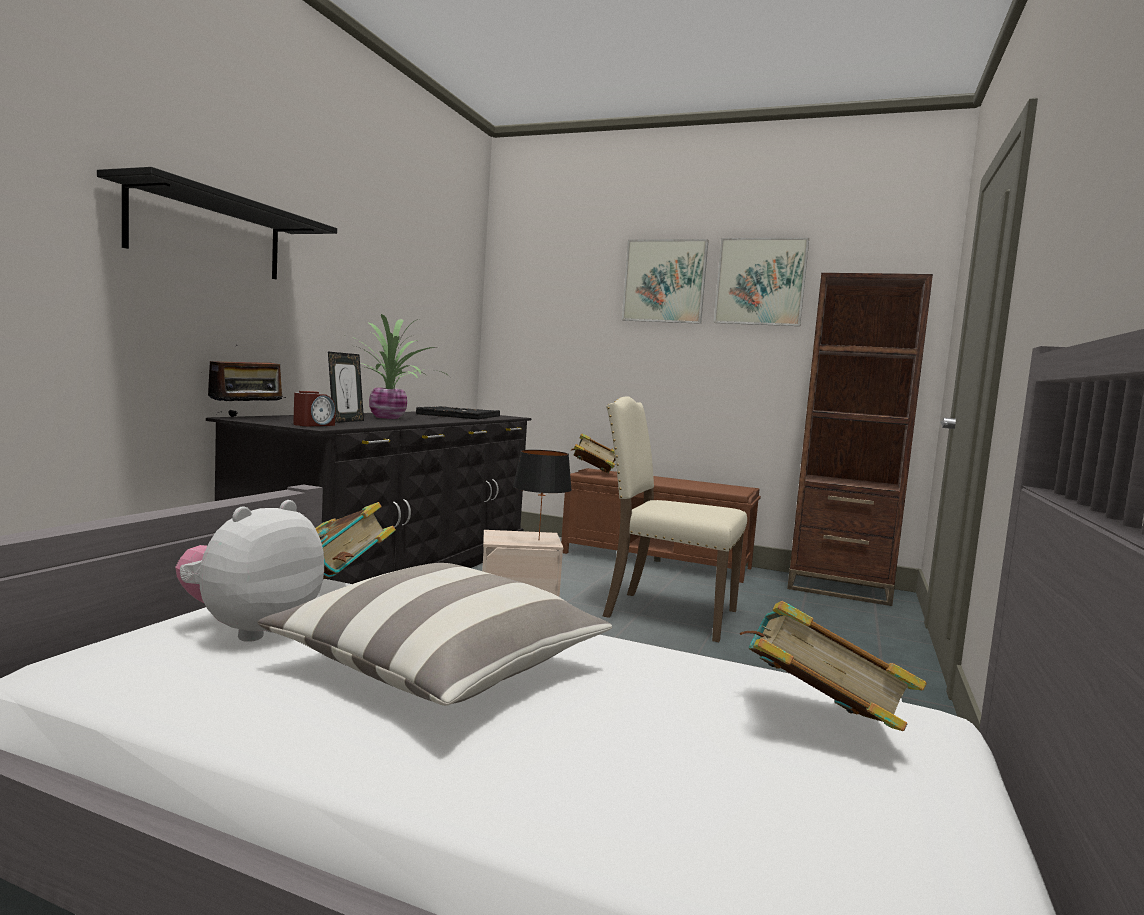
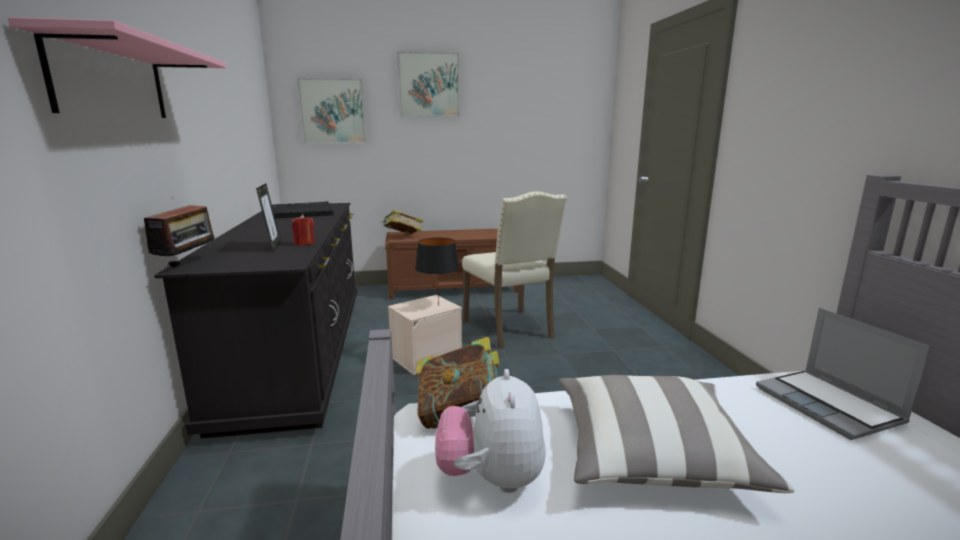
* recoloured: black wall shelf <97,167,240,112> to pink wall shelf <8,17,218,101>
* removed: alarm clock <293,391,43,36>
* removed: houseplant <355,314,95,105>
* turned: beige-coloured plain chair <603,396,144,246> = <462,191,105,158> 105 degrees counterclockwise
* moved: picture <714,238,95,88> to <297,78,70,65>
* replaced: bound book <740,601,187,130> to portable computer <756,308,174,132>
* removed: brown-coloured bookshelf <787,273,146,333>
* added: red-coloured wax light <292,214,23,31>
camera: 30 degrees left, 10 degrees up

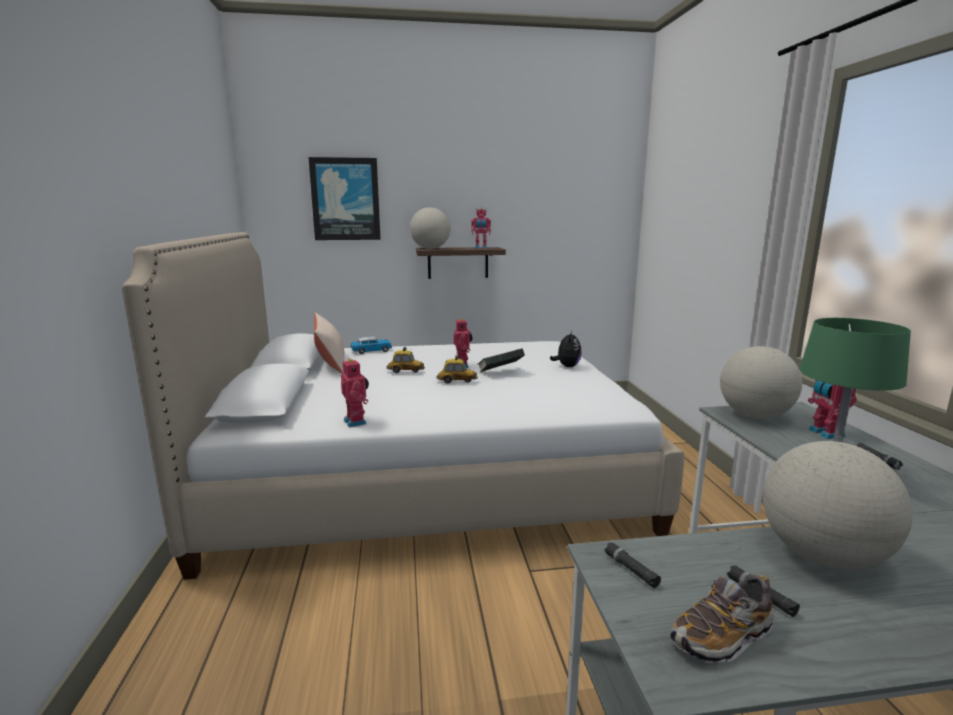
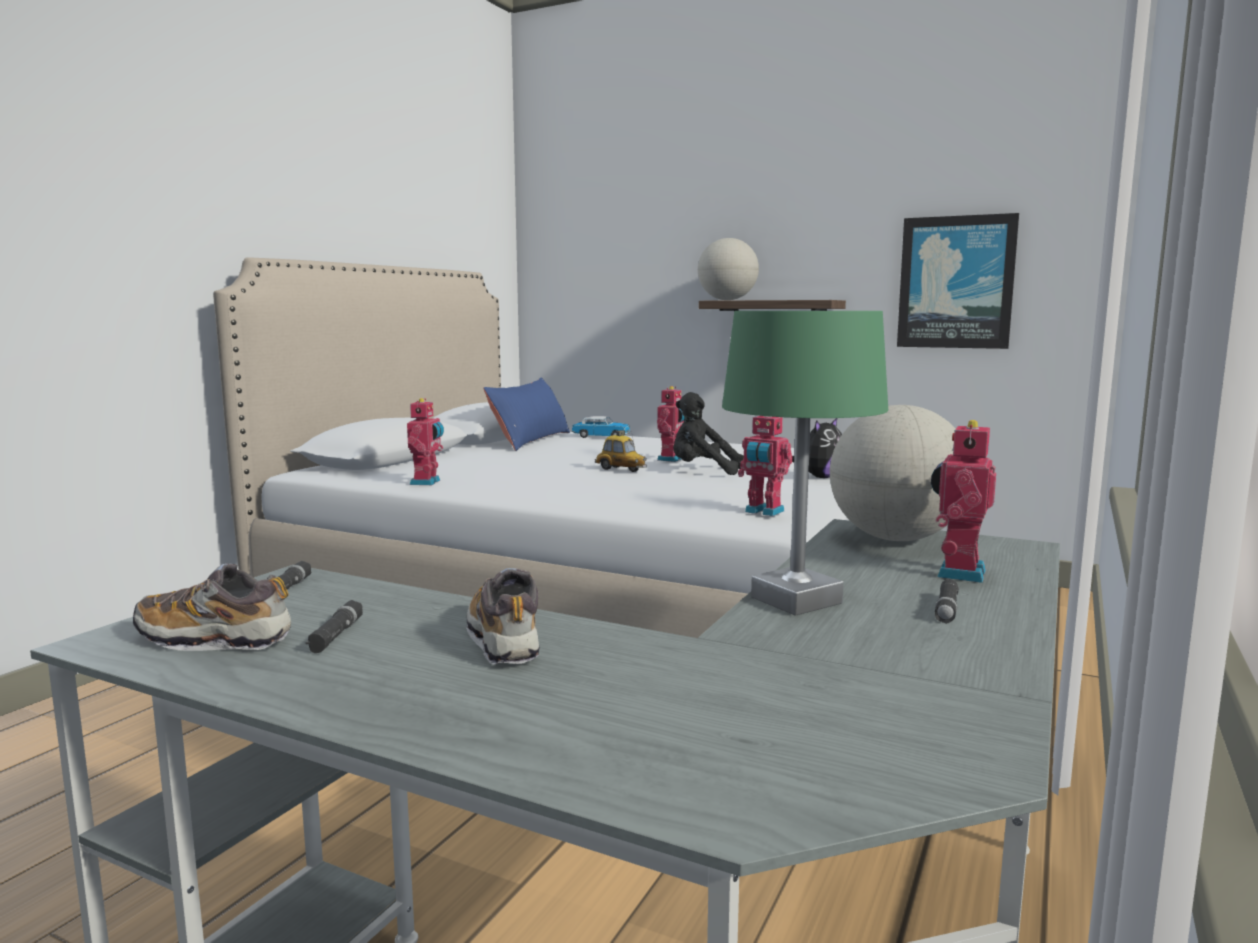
* moved: picture <308,157,73,83> to <897,213,122,136>
* recoloured: beige-coloured pillow <314,313,31,61> to blue pillow <483,377,87,74>
* removed: toy car <387,347,38,26>
* moved: robot figure <471,208,20,40> to <738,416,55,100>
* replaced: bound book <478,348,46,24> to black plush toy <673,392,71,83>
* replaced: desk globe <763,441,150,129> to shoe <466,568,74,97>
camera: 35 degrees right, 5 degrees down

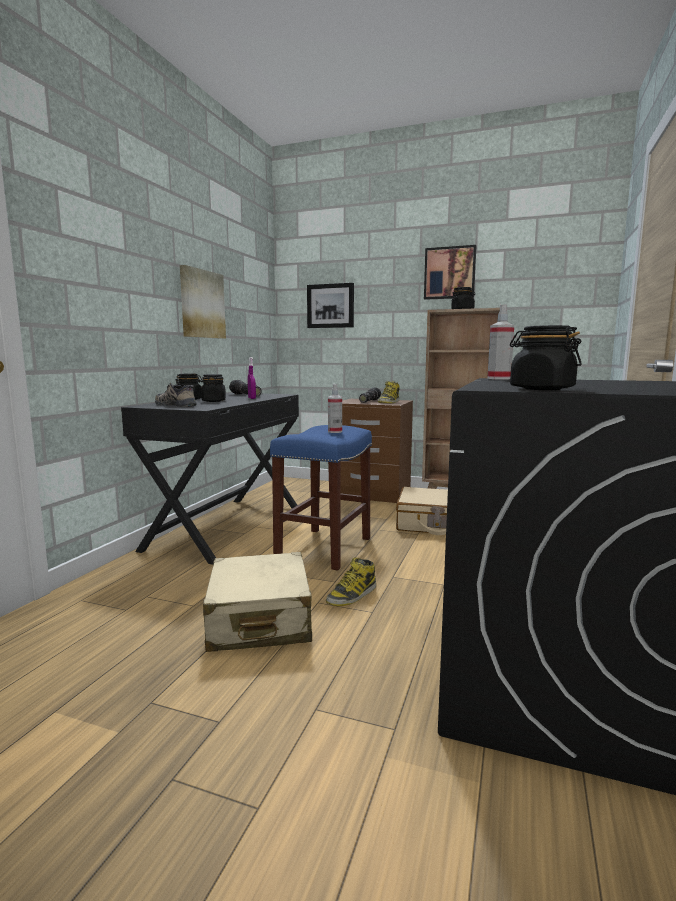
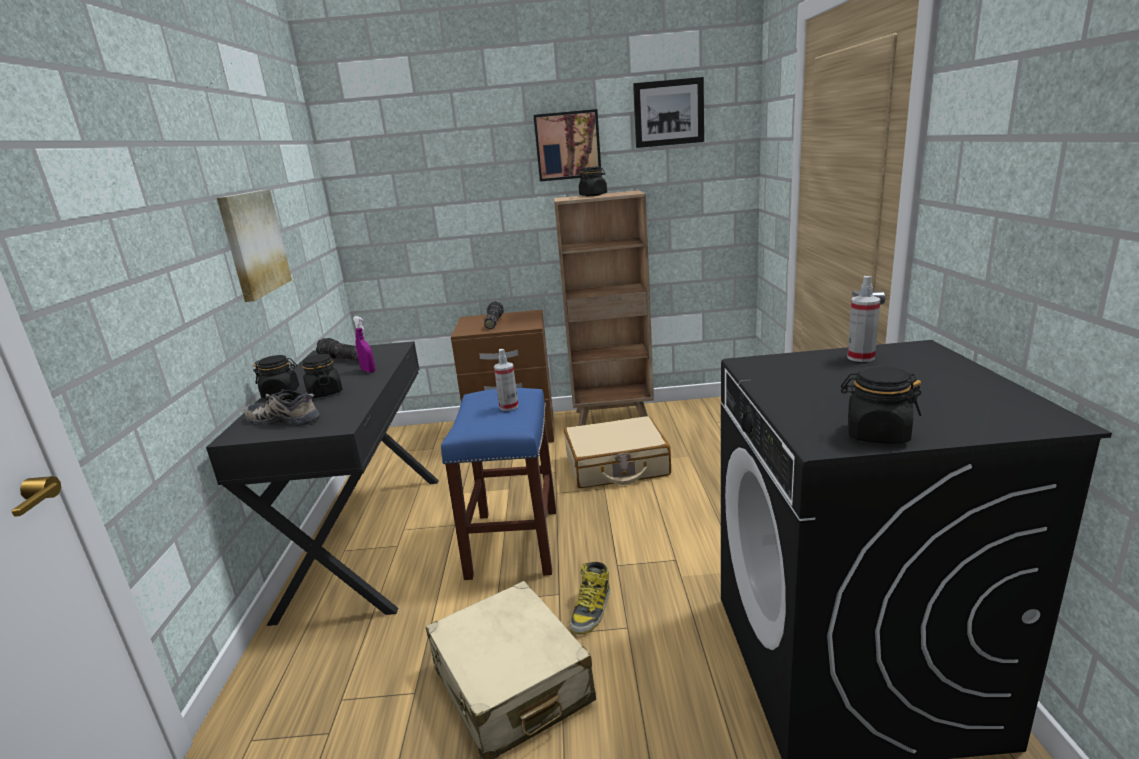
* moved: picture <307,283,47,45> to <633,77,71,71>
* removed: tall boot <378,381,22,22>
* moved: sprayer <487,304,27,76> to <847,276,33,86>
camera: 20 degrees left, 10 degrees up

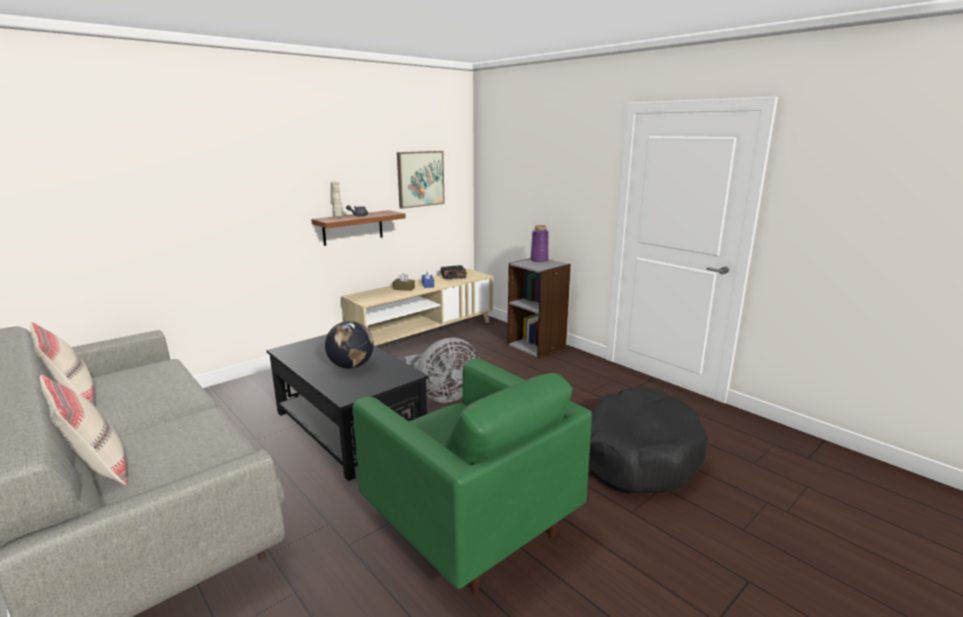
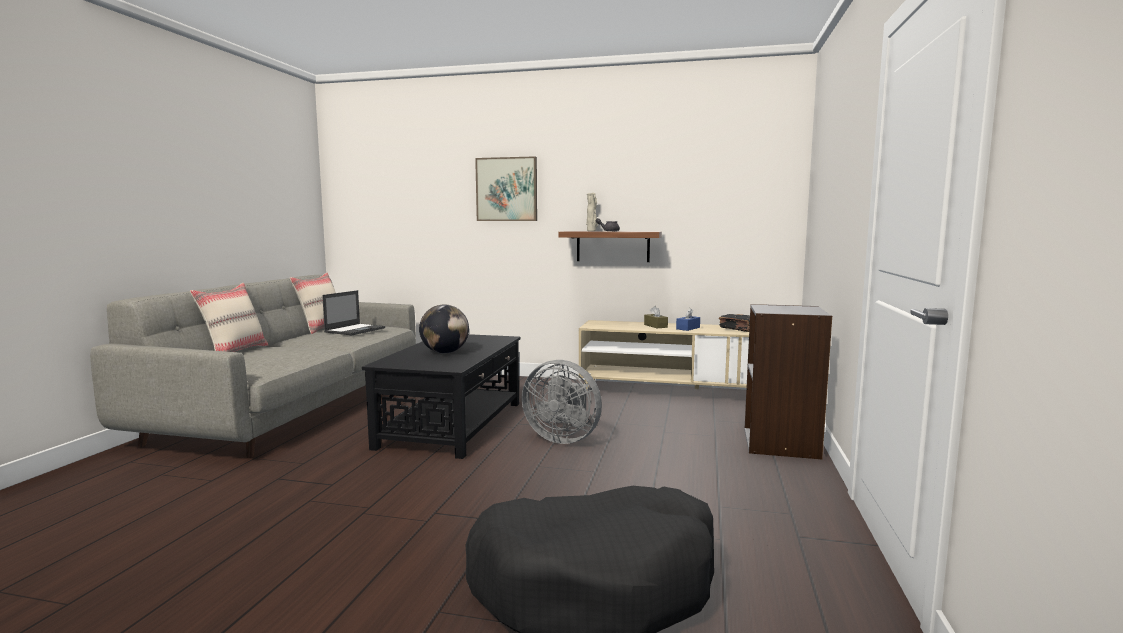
* removed: greenish armchair <352,358,240,236>
* moved: picture <397,151,48,58> to <475,156,62,65>
* removed: purplish decorative vase <530,225,19,37>
* added: portable computer <322,290,63,45>
camera: 55 degrees right, 10 degrees down

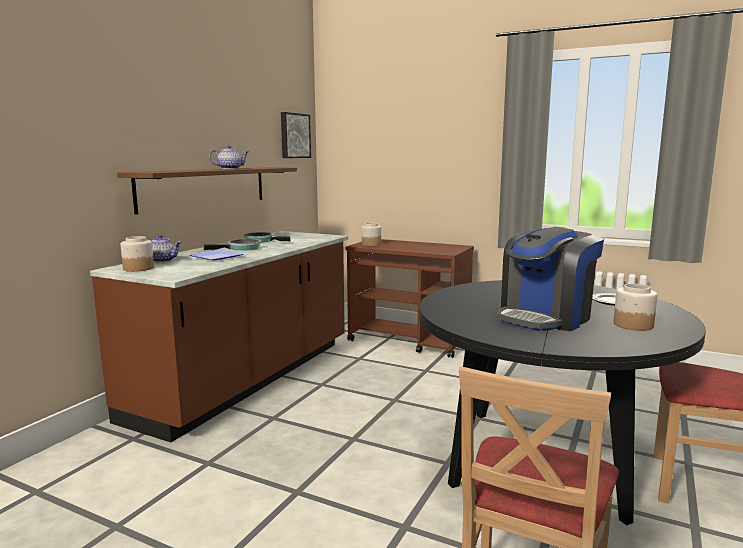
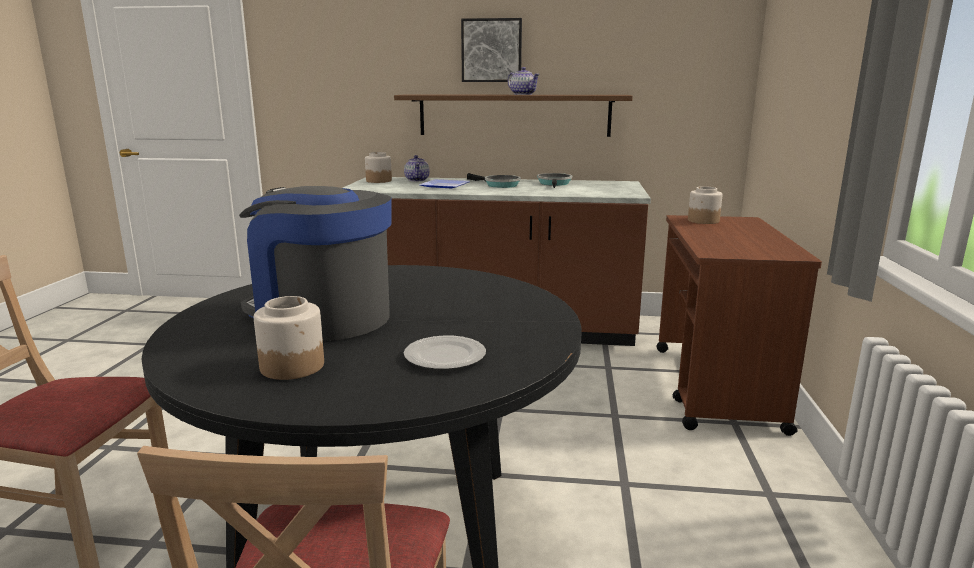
* moved: picture <281,112,30,46> to <461,18,61,64>
camera: 70 degrees right, 5 degrees up

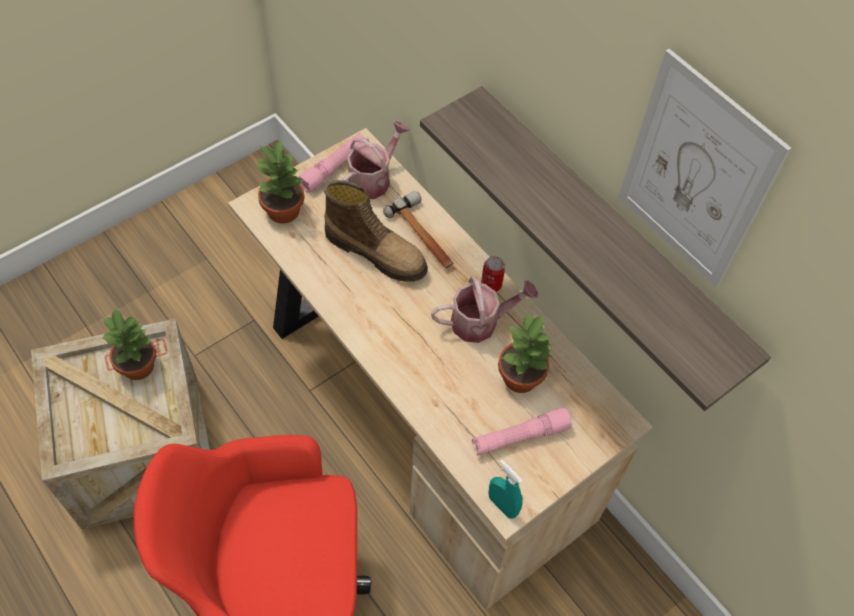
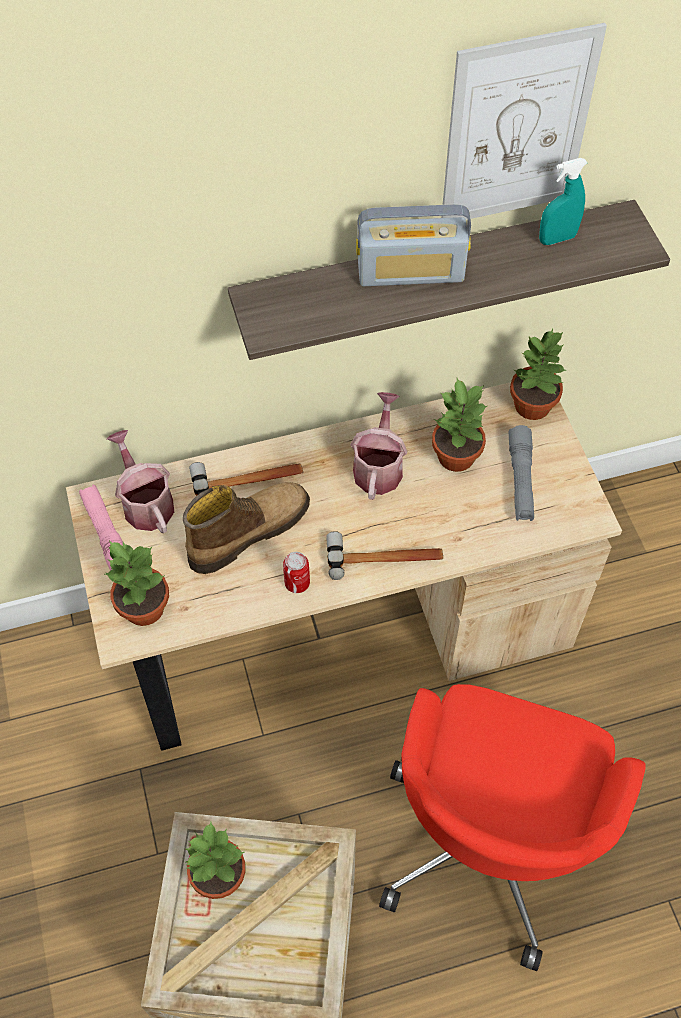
* recoloured: pink flashlight <472,407,100,49> to greyish flashlight <509,425,25,96>
* moved: can <481,256,24,36> to <283,552,27,41>
* moved: blue-green sprayer <489,460,34,59> to <539,158,48,87>
* added: tool hammer <326,531,117,49>
* added: radio <356,204,115,82>
* added: houseplant <510,329,56,91>
camera: 65 degrees left, 0 degrees up

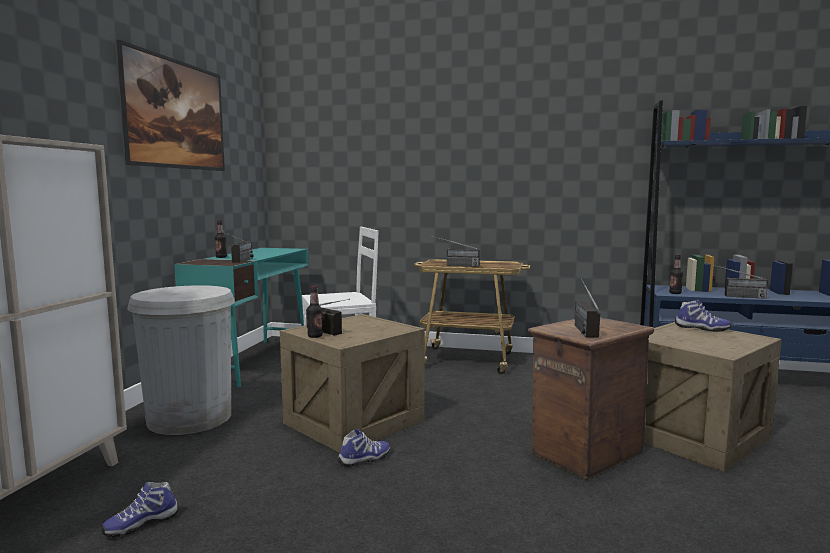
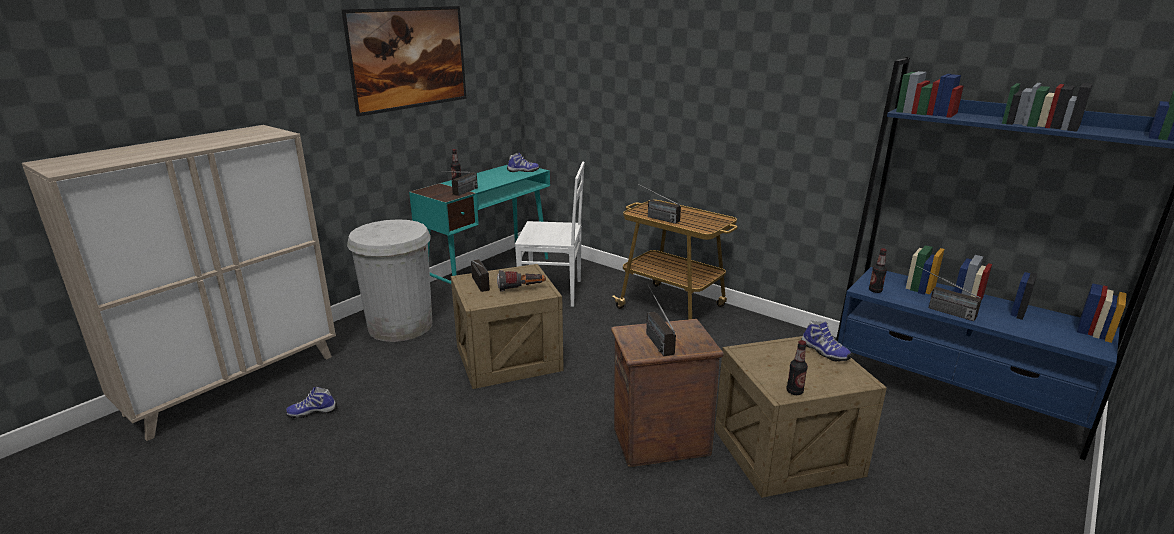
* moved: bottle <307,285,16,53> to <787,340,21,55>
* moved: shoe <338,429,52,38> to <507,153,32,19>
* turned: radio <575,278,25,60> = <646,285,30,71> 45 degrees counterclockwise
* added: flashlight <497,270,49,22>
camera: 25 degrees right, 15 degrees up

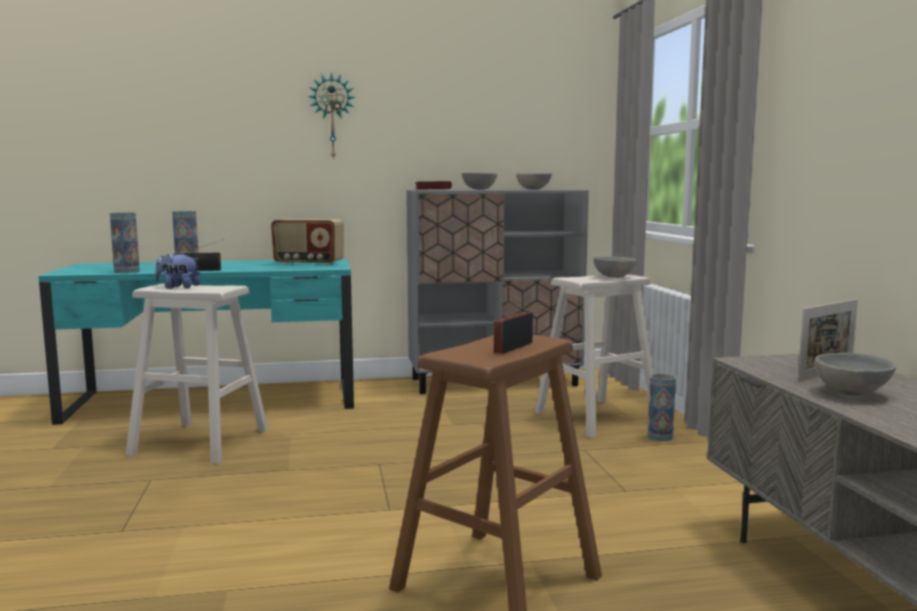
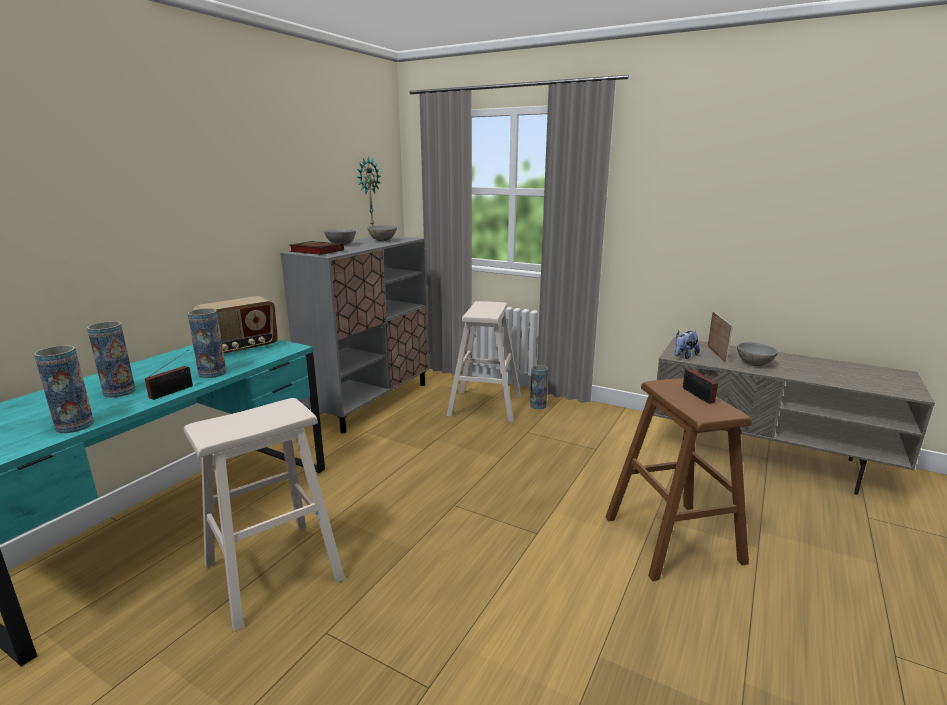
* moved: plush toy <155,252,45,37> to <675,331,25,28>
* moved: clock on the wall <308,72,48,88> to <357,157,24,69>
* removed: greyish serving bowl <593,256,43,22>
* added: decorative vase <187,308,39,70>
camera: 50 degrees left, 10 degrees up

